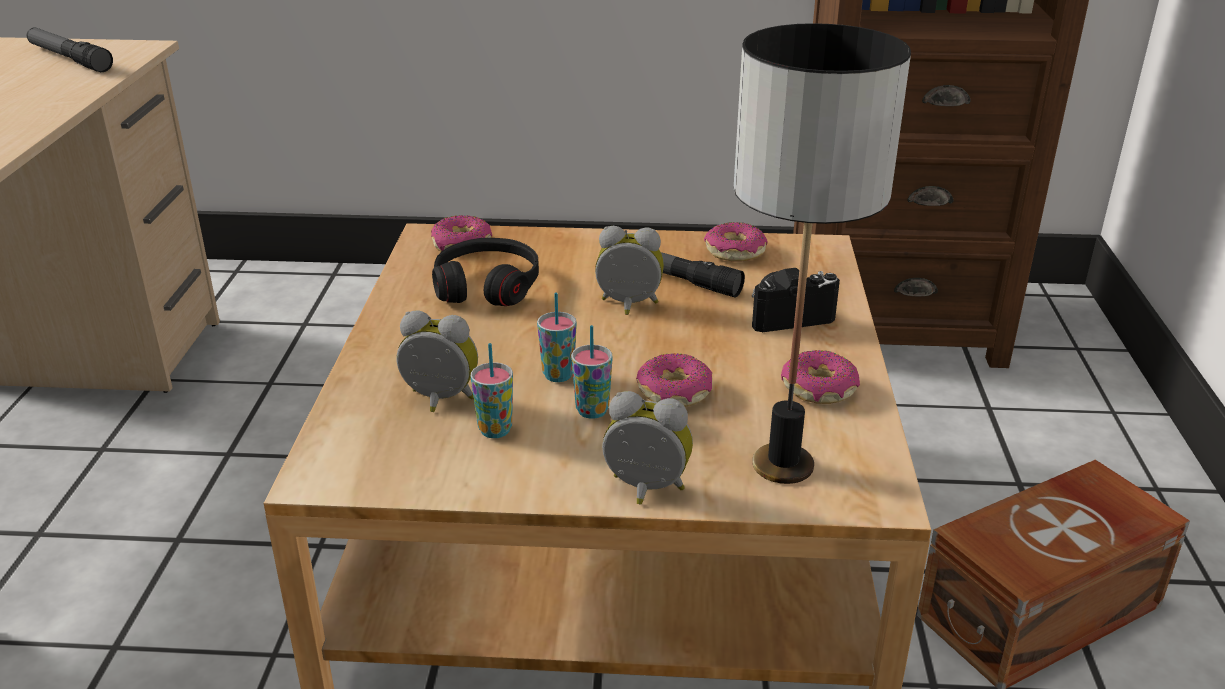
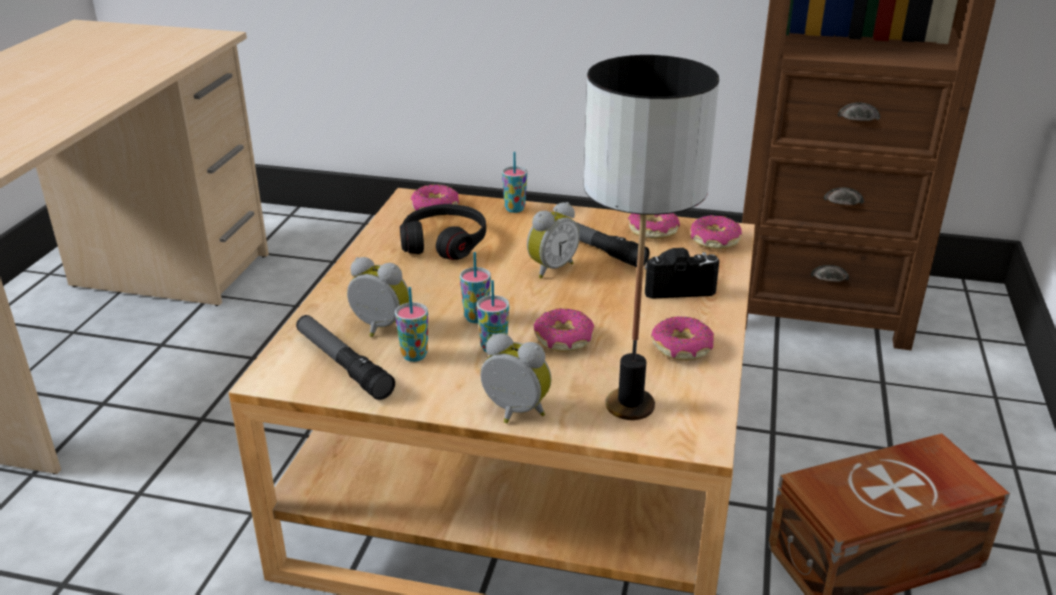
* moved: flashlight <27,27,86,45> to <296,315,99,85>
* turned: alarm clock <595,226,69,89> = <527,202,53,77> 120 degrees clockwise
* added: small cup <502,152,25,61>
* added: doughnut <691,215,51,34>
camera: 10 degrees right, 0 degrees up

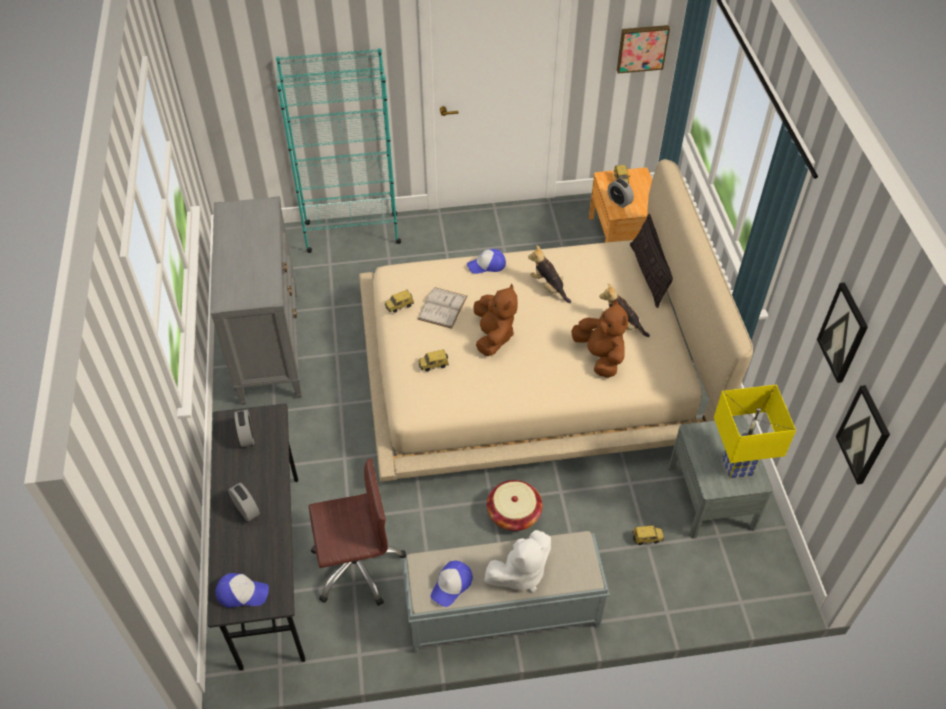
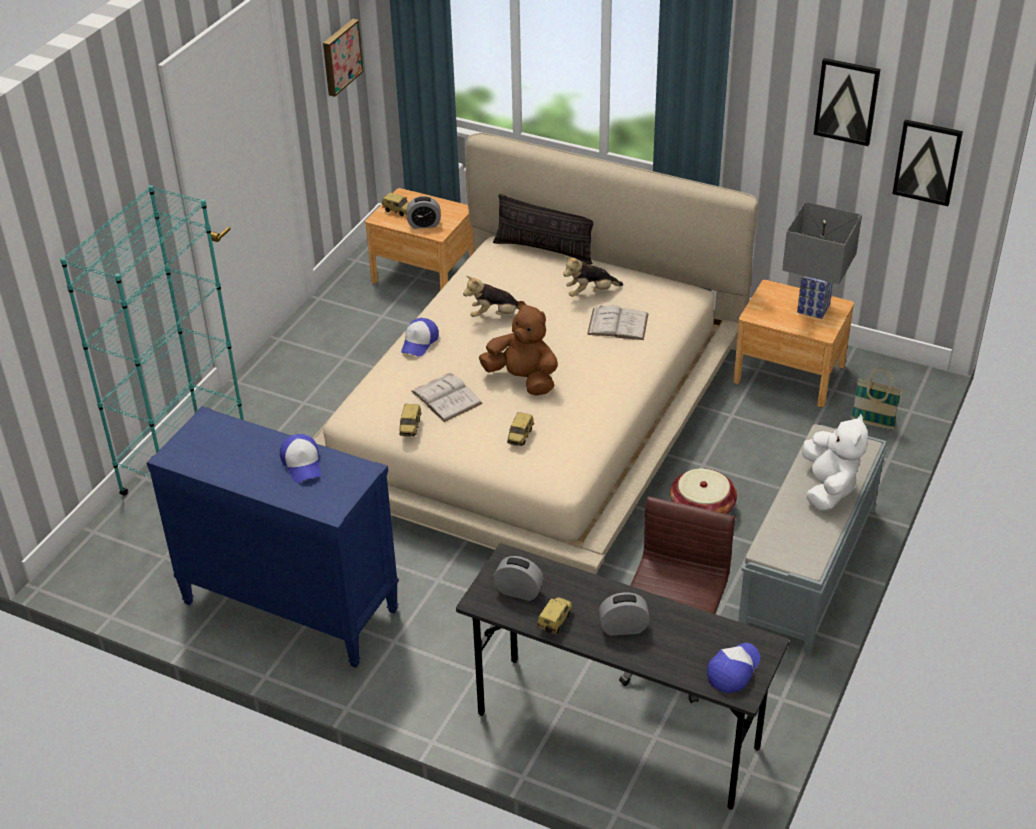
* recoloured: greyish chest of drawers <211,196,91,209> to blue chest of drawers <147,406,252,262>
* moved: cap <431,561,42,46> to <280,434,41,49>
* replaced: brown-coloured plush toy <571,299,57,79> to white bound book <587,305,62,35>
* moved: toy car <633,525,31,20> to <537,597,36,38>
* recoloured: greyish nightstand <668,417,105,121> to brown-coloured nightstand <733,280,121,127>
* recoloured: yellow-coloured table lamp <714,385,82,94> to greyish table lamp <782,202,80,117>
* added: storage basket <850,368,52,62>
camera: 55 degrees left, 10 degrees down

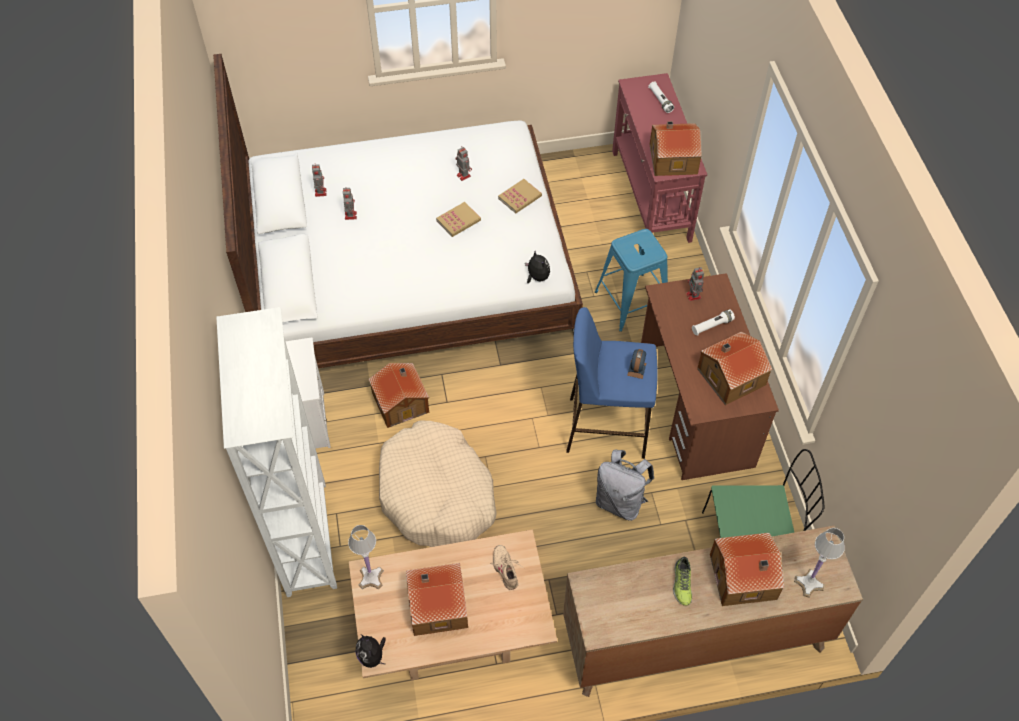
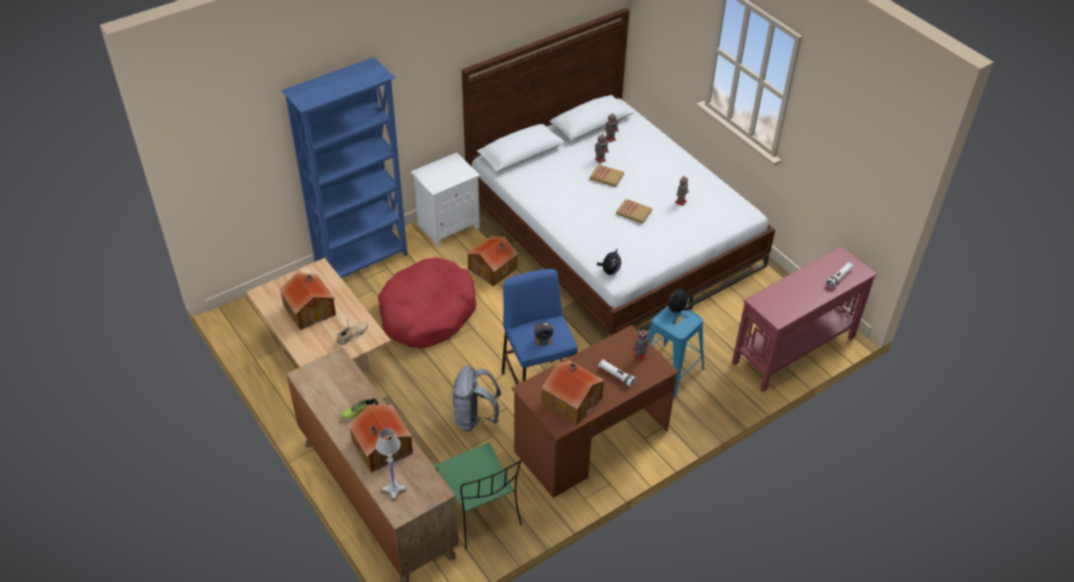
* recoloured: white bookshelf <216,307,121,290> to blue bookshelf <281,57,126,221>
* removed: white table lamp <348,525,36,64>
* moved: plush toy <355,634,31,34> to <668,286,25,27>
* recoloured: beige-coloured dog cushion <379,421,118,126> to red-coloured dog cushion <378,257,99,91>
* moved: bound book <498,179,44,34> to <590,164,34,23>
* removed: model house <650,121,52,55>
camera: 65 degrees right, 10 degrees down

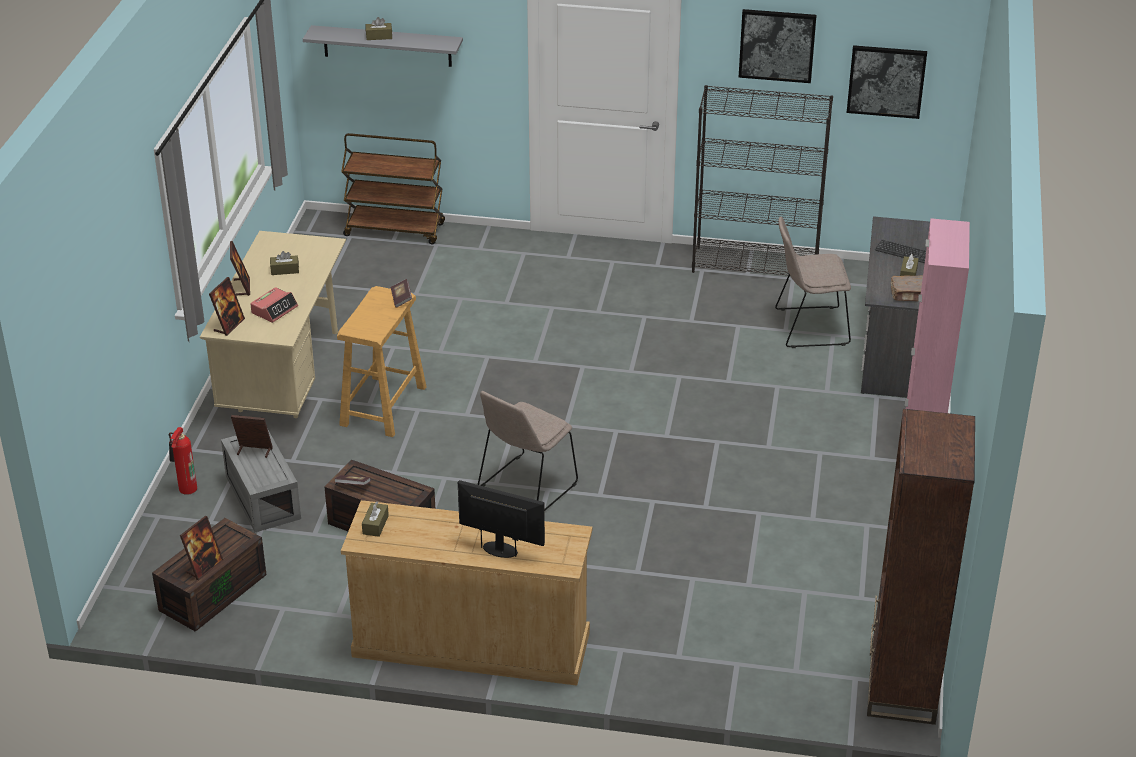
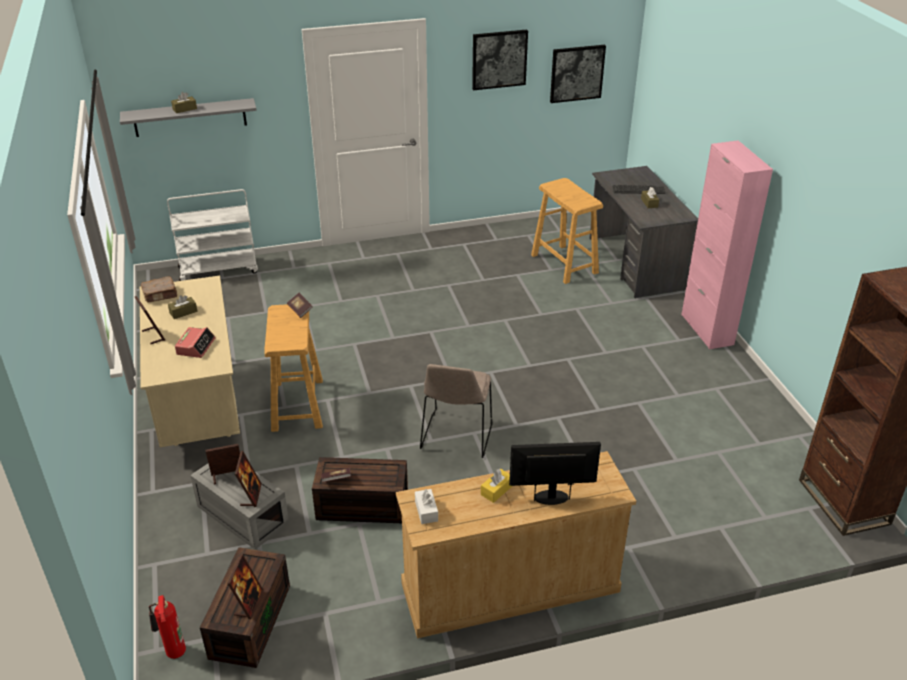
* moved: fire extinguisher <169,427,28,68> to <149,595,37,64>
* moved: picture frame <209,277,36,59> to <235,451,27,56>
* recoloured: brown-coloured cart <341,133,104,111> to white cart <167,189,91,92>
* recoloured: brown-coloured box of tissues <362,501,27,36> to white box of tissues <415,489,23,35>
* removed: black bookshelf <692,85,141,190>
* replaced: beige-coloured plain chair <775,217,76,131> to beige-coloured sitting stool <531,178,72,106>
* moved: brown-coloured bound book <891,275,32,27> to <141,276,36,26>
* added: yellow-coloured box of tissues <481,469,31,34>
camera: 25 degrees left, 0 degrees up

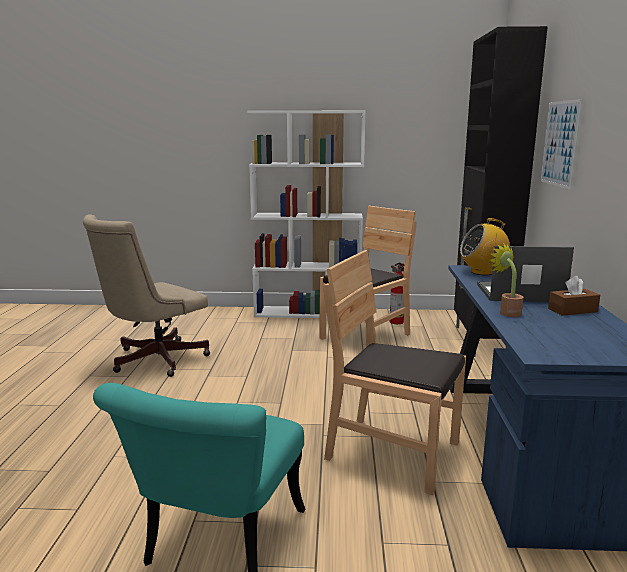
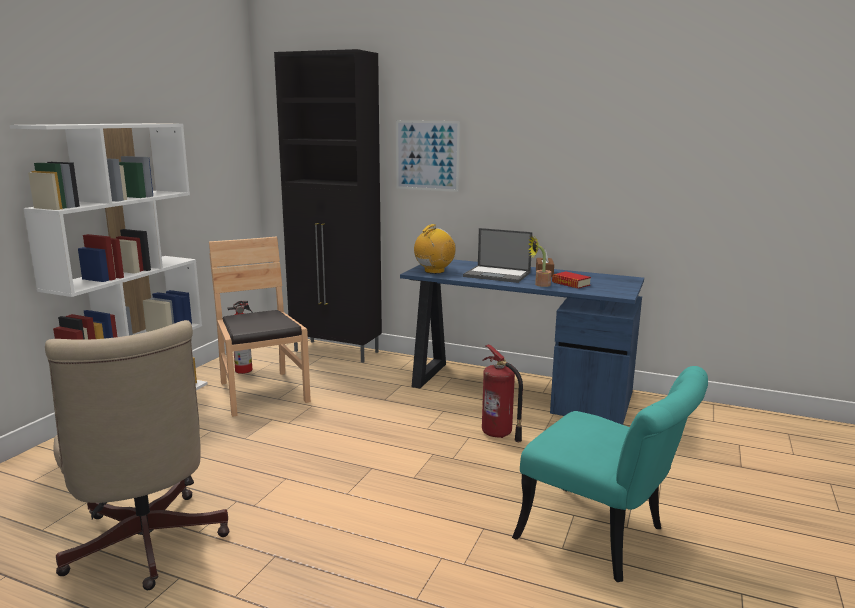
* replaced: brown-coloured plain chair <323,250,143,245> to fire extinguisher <482,344,41,98>
* turned: radio <460,218,50,57> = <414,224,42,50> 150 degrees counterclockwise
* turned: portable computer <477,246,97,56> = <463,228,70,55> 90 degrees counterclockwise
* added: bound book <552,272,39,17>
camera: 70 degrees left, 0 degrees up

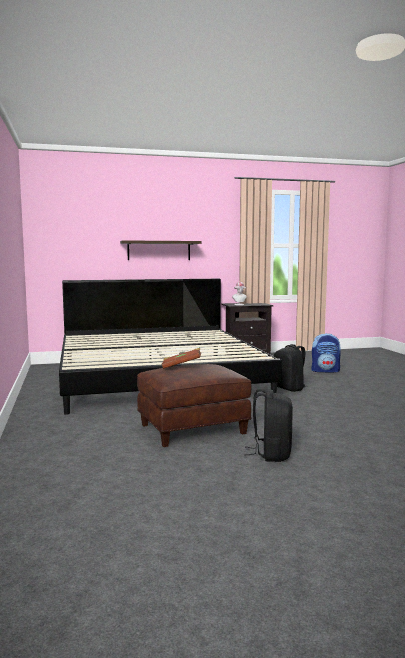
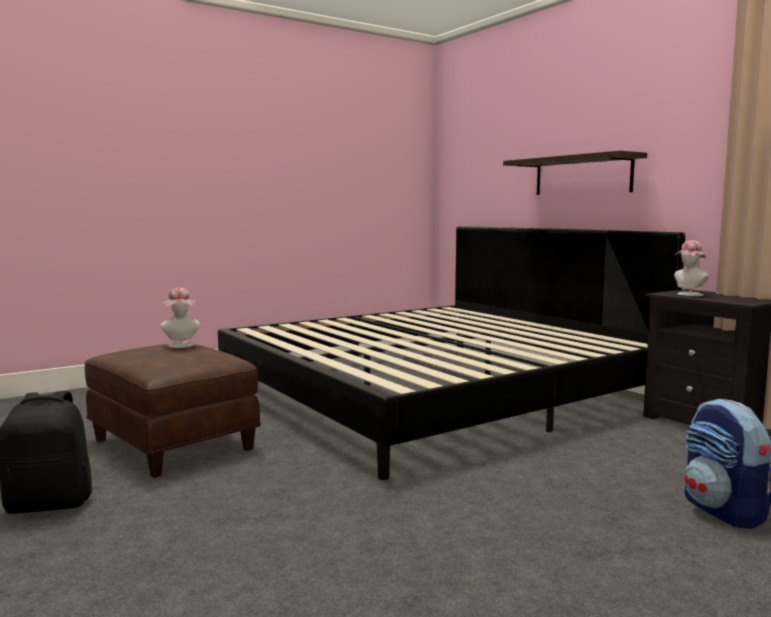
* replaced: brown-coloured bound book <162,348,39,21> to clothing hat <161,288,39,60>
* removed: black rucksack <274,344,31,48>
camera: 70 degrees right, 0 degrees up

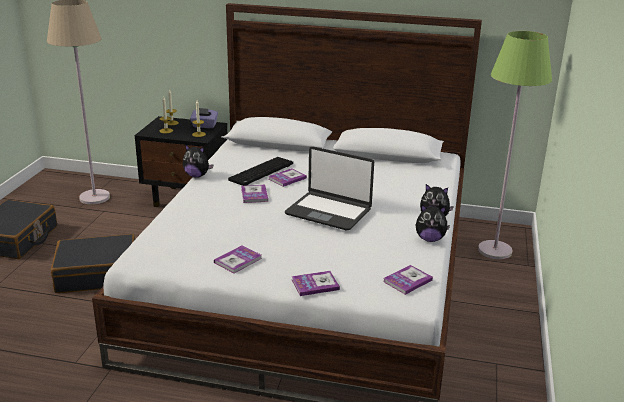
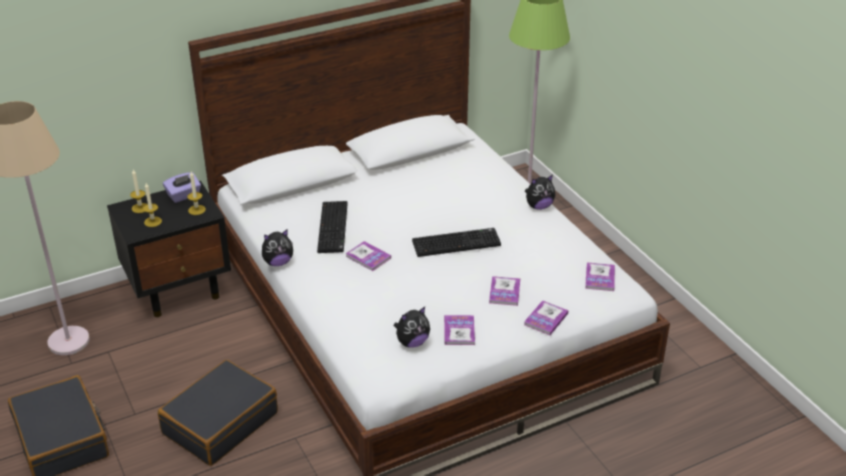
* moved: bound book <268,168,39,19> to <489,276,31,30>
* replaced: portable computer <285,146,89,84> to computer keyboard <412,228,89,29>
* moved: plush toy <415,205,35,37> to <394,307,36,41>
camera: 40 degrees left, 10 degrees up

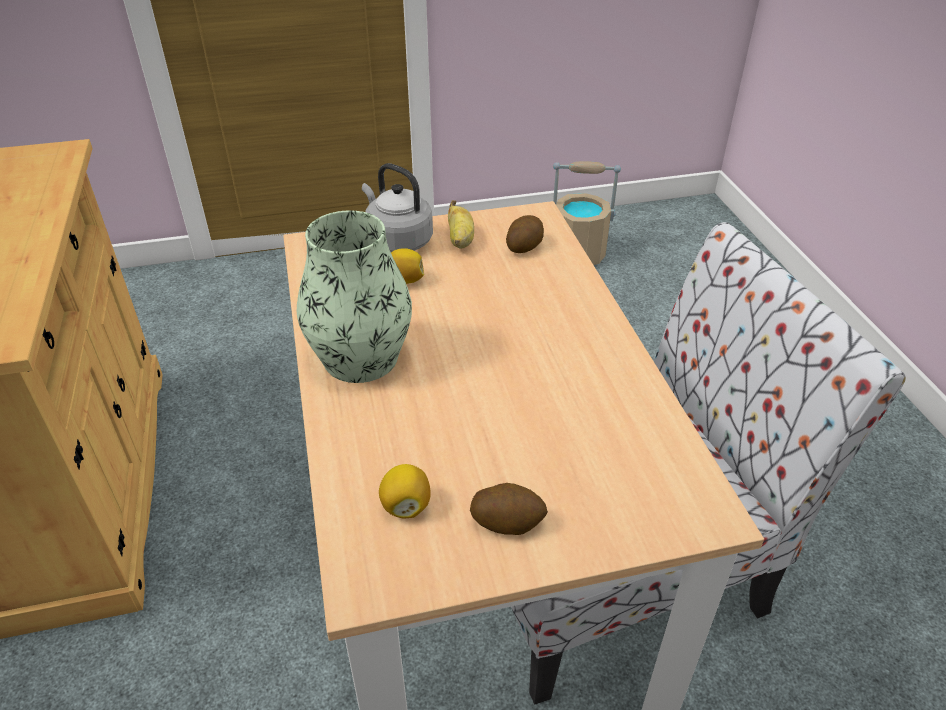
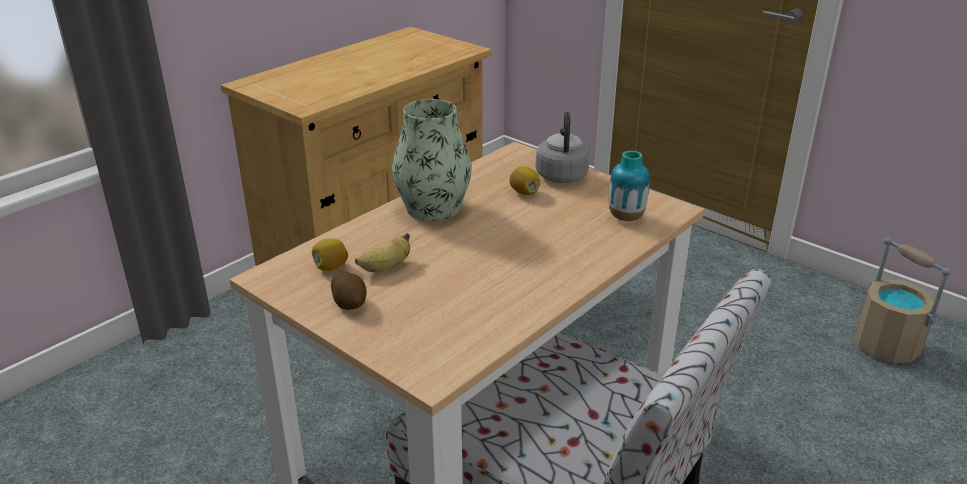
* moved: banana fruit <448,200,26,49> to <355,233,55,40>
* replaced: potato <506,215,38,38> to decorative vase <609,151,41,70>
camera: 55 degrees right, 10 degrees down

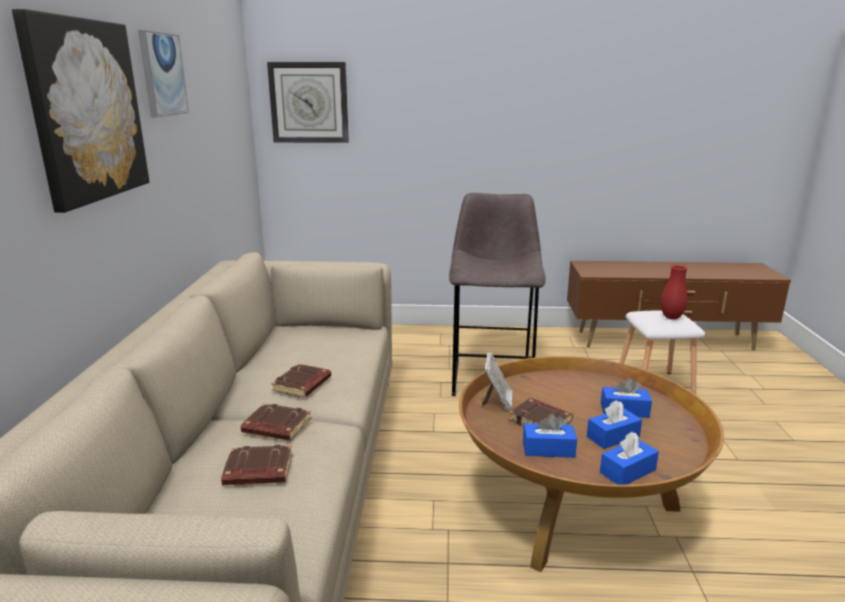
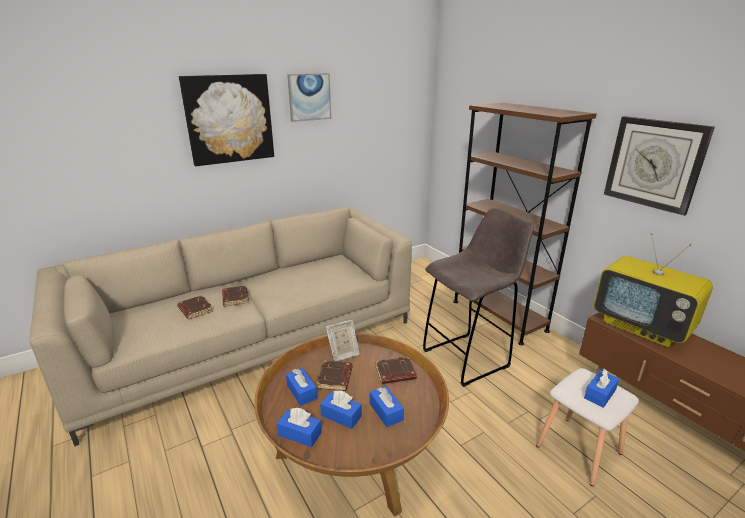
* moved: clock on the wall <267,62,82,81> to <604,116,111,100>
* moved: brown-coloured bound book <271,364,60,34> to <375,357,42,27>
* replaced: red-coloured decorative vase <661,265,27,55> to blue box of tissues <584,369,35,39>
* added: brown-coloured bookshelf <453,103,144,242>
* added: TV <594,233,119,114>
camera: 55 degrees right, 5 degrees up

